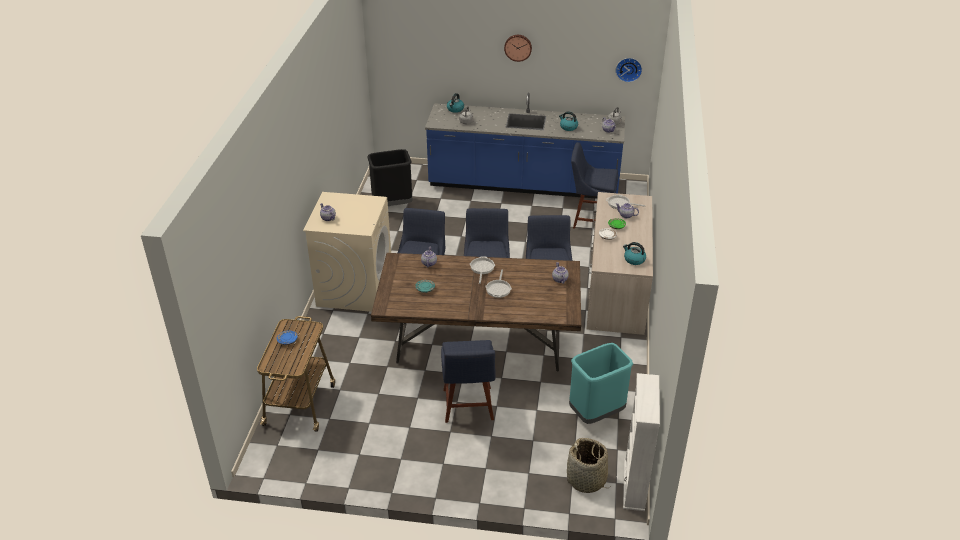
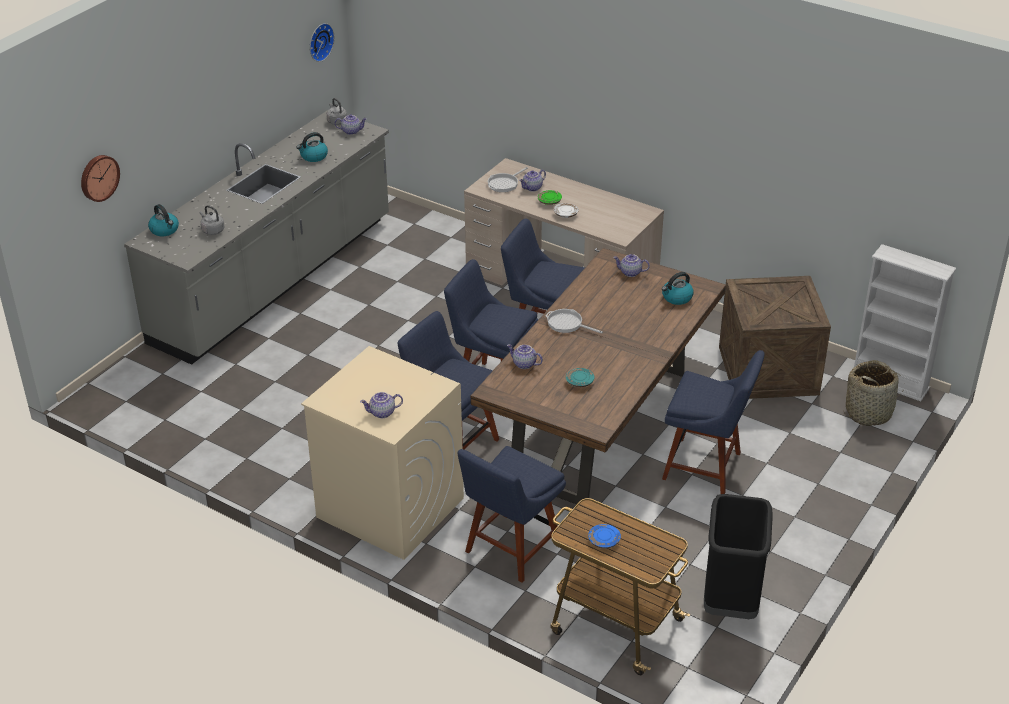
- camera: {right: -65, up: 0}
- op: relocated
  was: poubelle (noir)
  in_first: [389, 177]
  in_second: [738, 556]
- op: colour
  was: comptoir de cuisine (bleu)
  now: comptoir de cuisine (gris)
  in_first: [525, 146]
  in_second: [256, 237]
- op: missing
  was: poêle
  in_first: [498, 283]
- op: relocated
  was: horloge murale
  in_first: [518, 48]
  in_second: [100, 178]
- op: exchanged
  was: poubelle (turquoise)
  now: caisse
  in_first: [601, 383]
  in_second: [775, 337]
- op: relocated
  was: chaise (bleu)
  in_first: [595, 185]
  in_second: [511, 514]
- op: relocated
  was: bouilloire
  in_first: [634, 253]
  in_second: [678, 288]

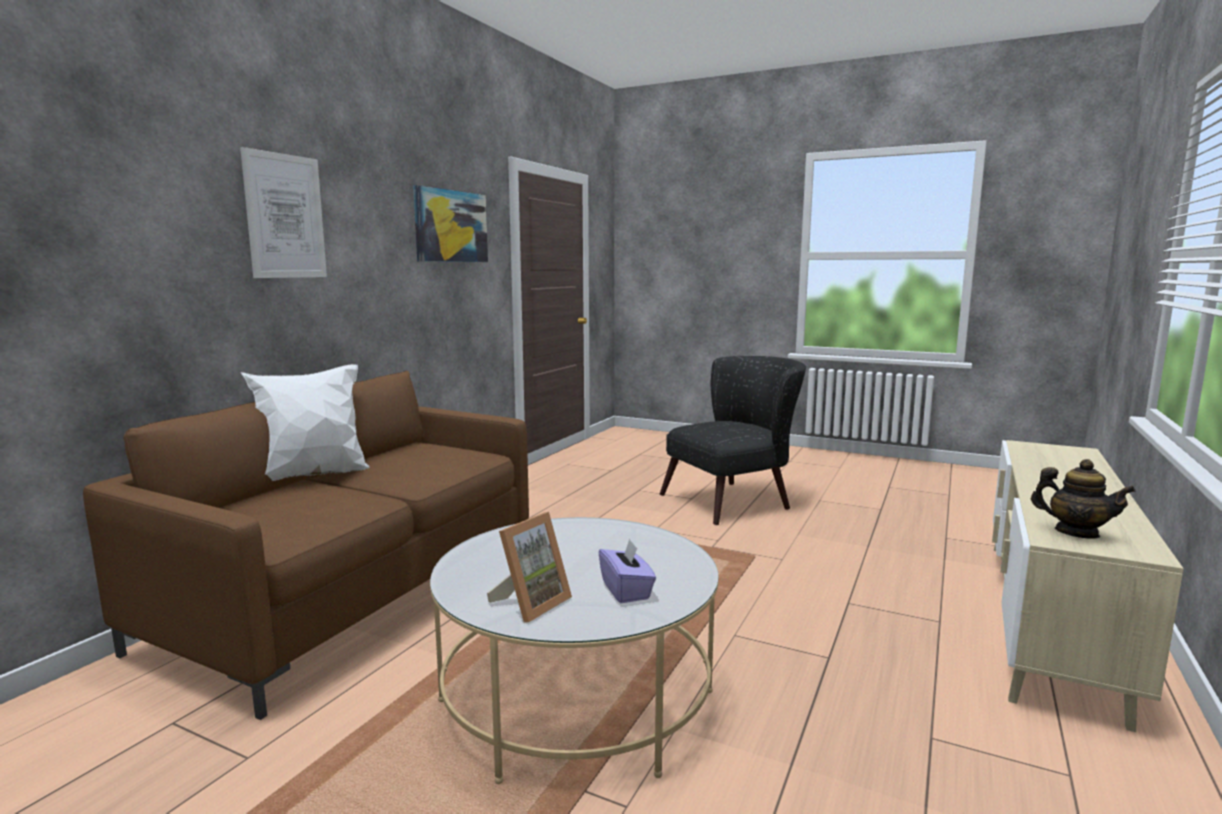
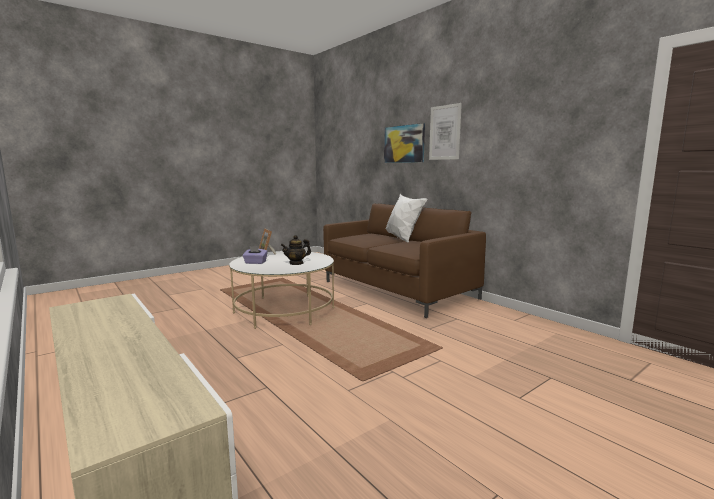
- camera: {right: 115, up: 0}
- op: relocated
  was: tableau
  in_first: [450, 223]
  in_second: [404, 143]
- op: missing
  was: fauteuil (noir)
  in_first: [733, 440]
- op: relocated
  was: théière
  in_first: [1083, 498]
  in_second: [296, 250]

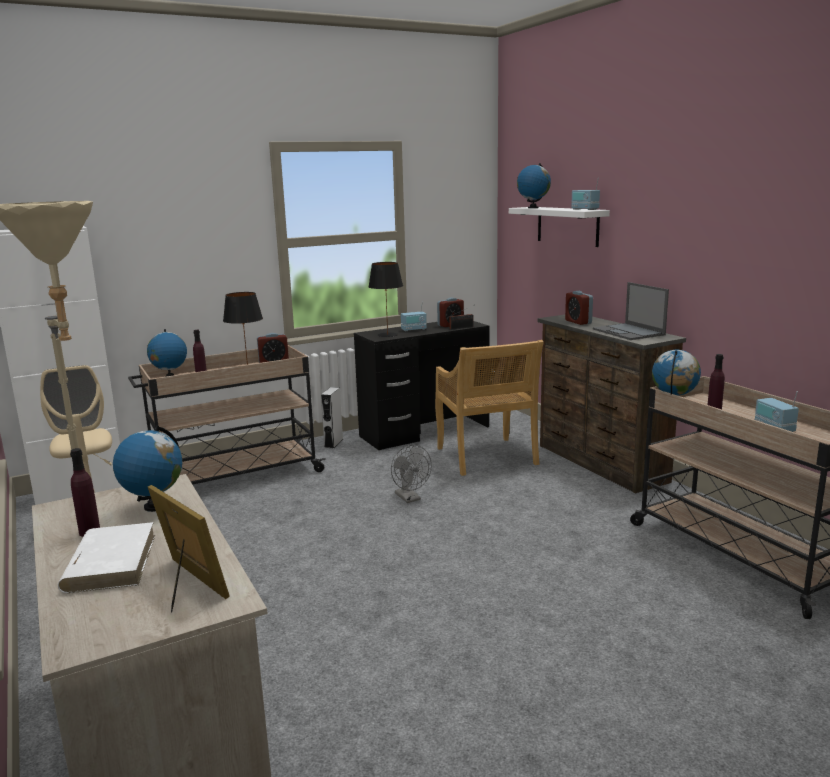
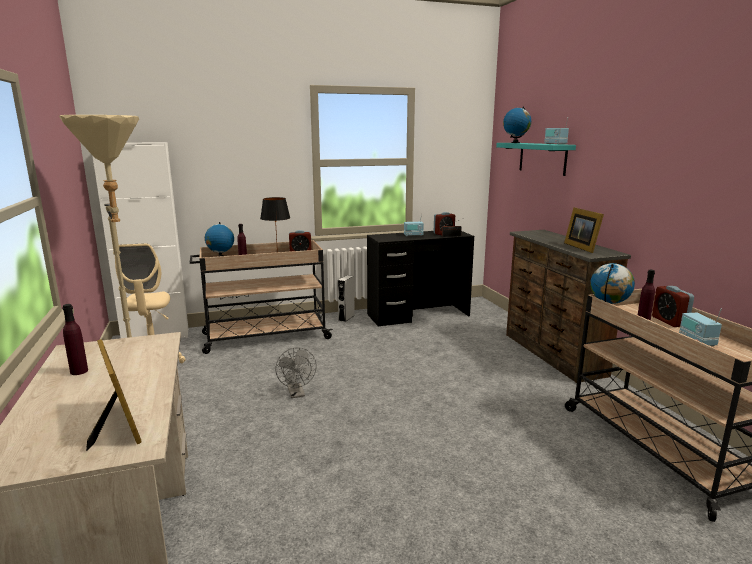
- camera: {right: 10, up: 0}
- op: missing
  was: livre (blanc)
  in_first: [106, 557]
- op: missing
  was: globe
  in_first: [147, 468]
- op: missing
  was: lampe de table (noir)
  in_first: [385, 299]
- op: relocated
  was: ventilateur (gris)
  in_first: [411, 474]
  in_second: [296, 372]
- op: missing
  was: chaise (beige)
  in_first: [489, 408]
- op: colour
  was: étagère (blanc)
  now: étagère (turquoise)
  in_first: [559, 227]
  in_second: [536, 159]
- op: relocated
  was: réveil
  in_first: [579, 308]
  in_second: [673, 306]
- op: exchanged
  was: ordinateur portable
  now: cadre photo
  in_first: [631, 311]
  in_second: [584, 230]

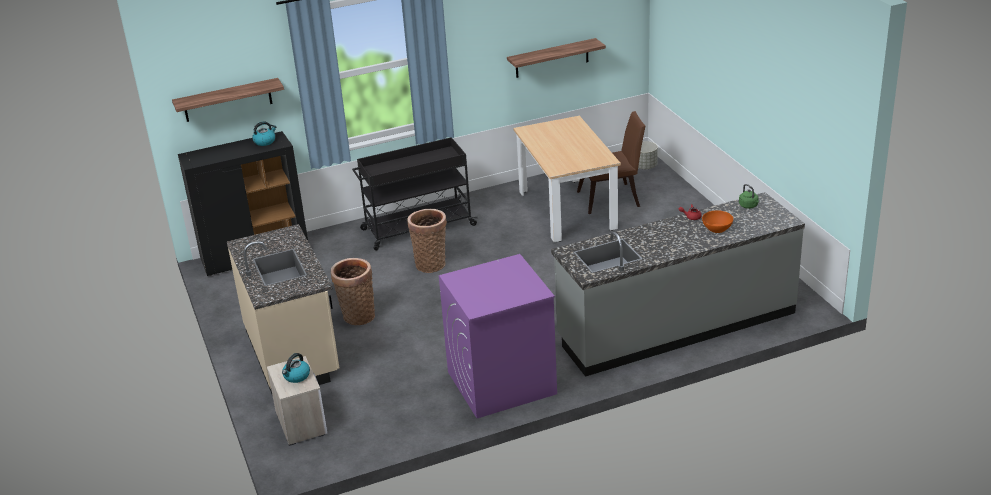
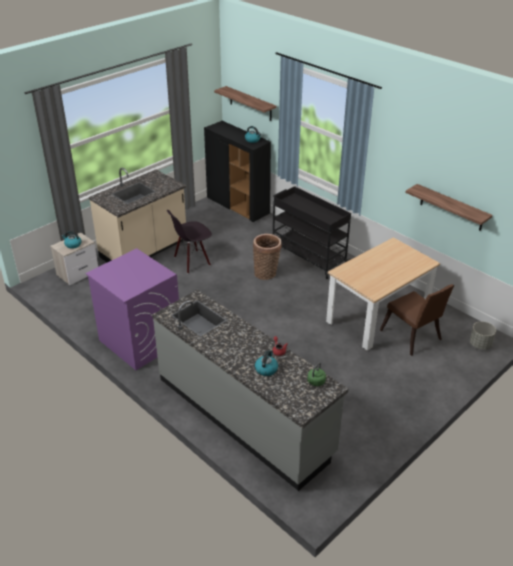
- camera: {right: 65, up: 5}
- op: exchanged
  was: panier
  now: chaise (noir)
  in_first: [353, 292]
  in_second: [189, 242]
- op: exchanged
  was: bol (orange)
  now: bouilloire
  in_first: [717, 221]
  in_second: [266, 363]

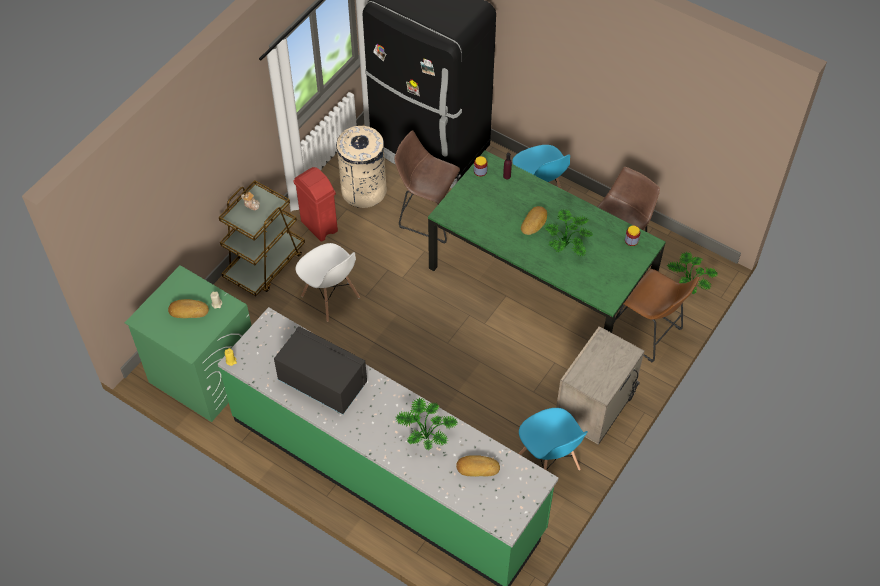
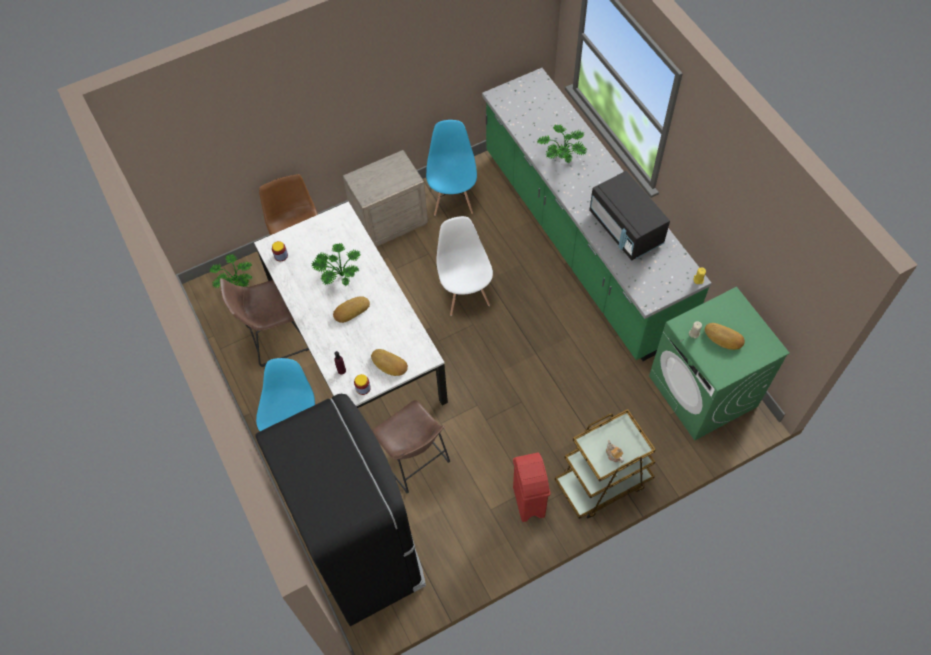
- camera: {right: -150, up: 5}
- op: relocated
  was: chaise (blanc)
  in_first: [327, 282]
  in_second: [464, 266]
- op: missing
  was: poubelle (beige)
  in_first: [361, 167]
- op: colour
  was: table à manger (vert)
  now: table à manger (blanc)
  in_first: [547, 241]
  in_second: [351, 304]
- op: relocated
  was: pain
  in_first: [478, 466]
  in_second: [389, 362]

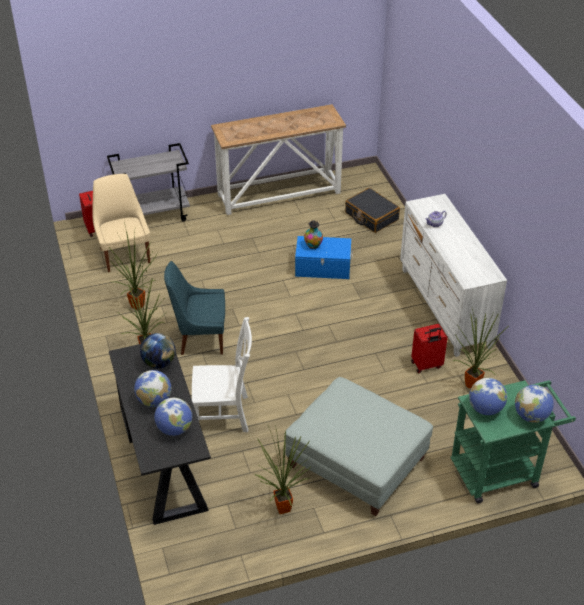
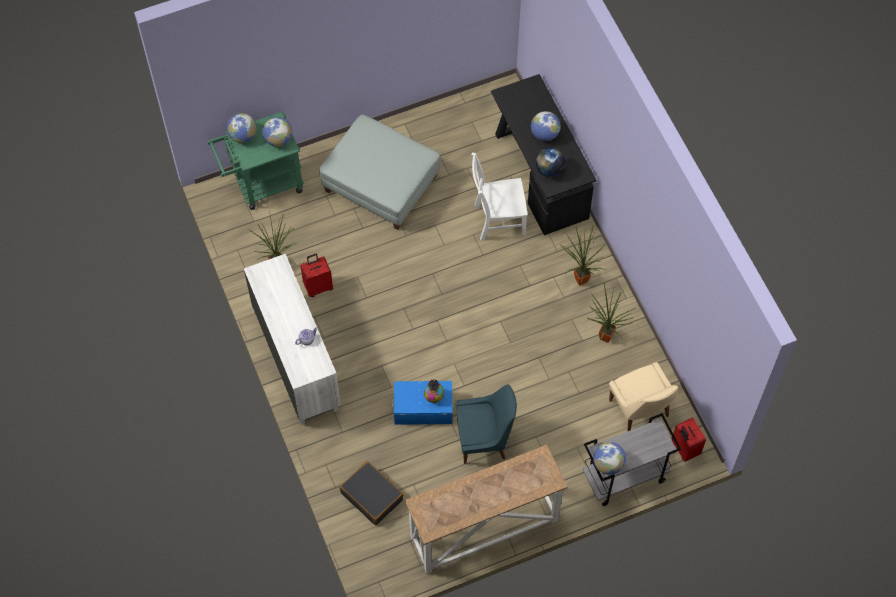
- camera: {right: 175, up: 20}
- op: relocated
  was: globe
  in_first: [173, 417]
  in_second: [609, 458]
- op: relocated
  was: chaise (bleu)
  in_first: [194, 308]
  in_second: [486, 424]
- op: missing
  was: plante en pot
  in_first: [282, 469]

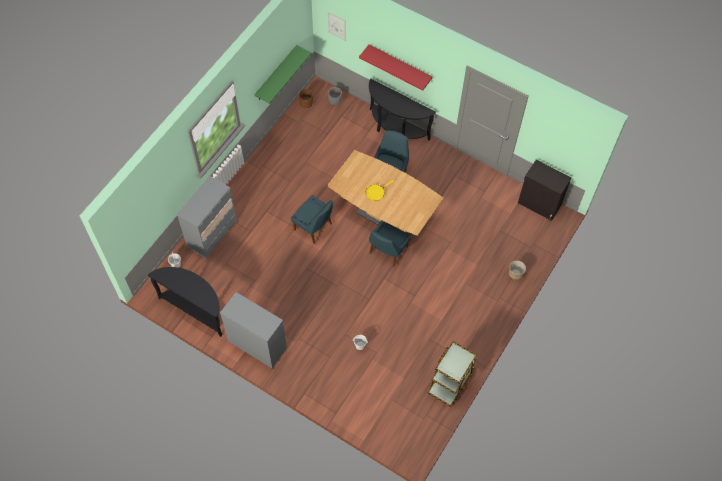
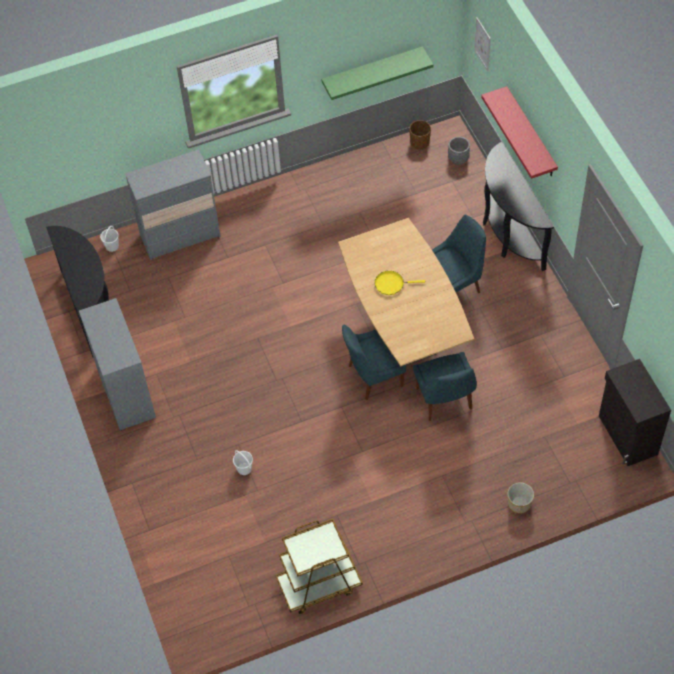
- camera: {right: 40, up: -5}
- op: relocated
  was: chaise (bleu)
  in_first: [312, 219]
  in_second: [445, 386]

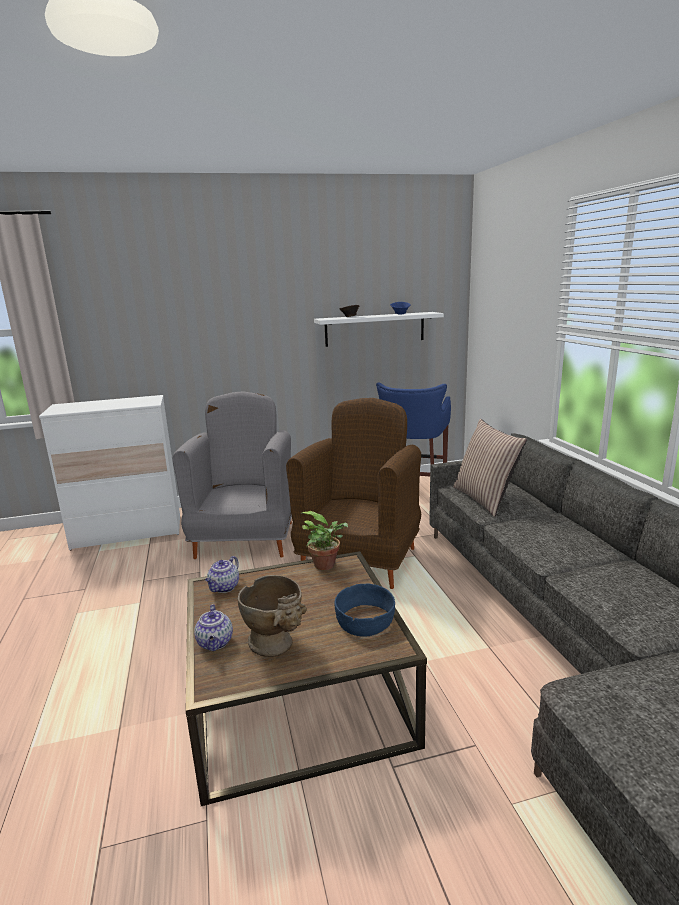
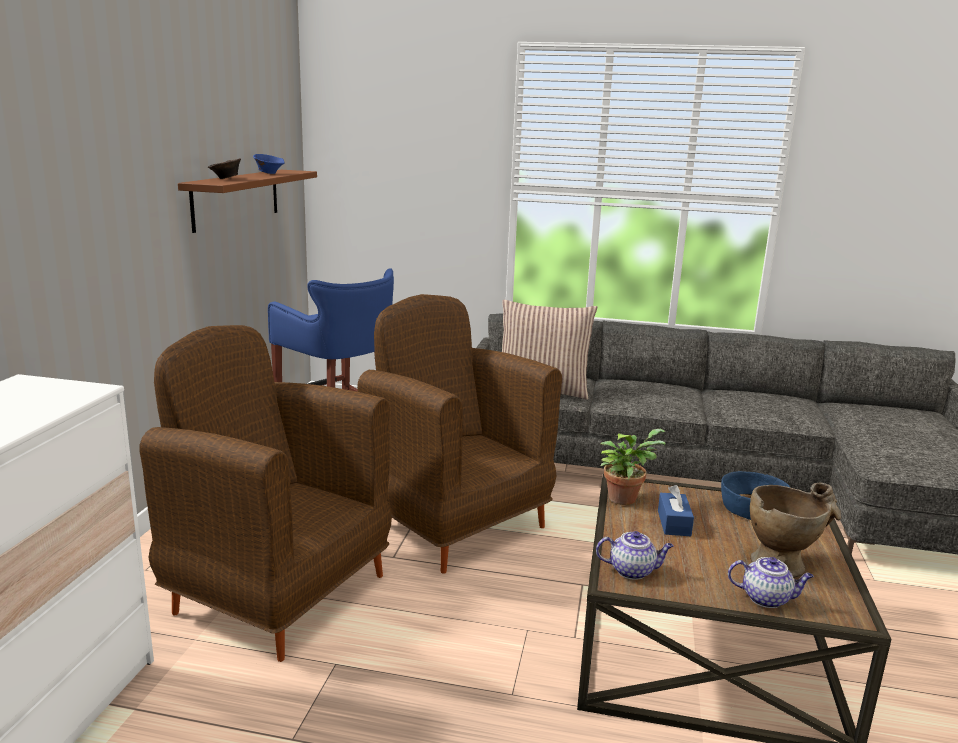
- camera: {right: -65, up: 0}
- op: colour
  was: fauteuil (gris)
  now: fauteuil (marron)
  in_first: [232, 475]
  in_second: [266, 493]
- op: spun
  was: théière
  in_first: [222, 574]
  in_second: [634, 555]
  clockwise: -45
- op: colour
  was: étagère (blanc)
  now: étagère (marron)
  in_first: [379, 329]
  in_second: [247, 201]
- op: appeared
  now: boîte à mouchoirs (bleu)
  in_second: [676, 510]

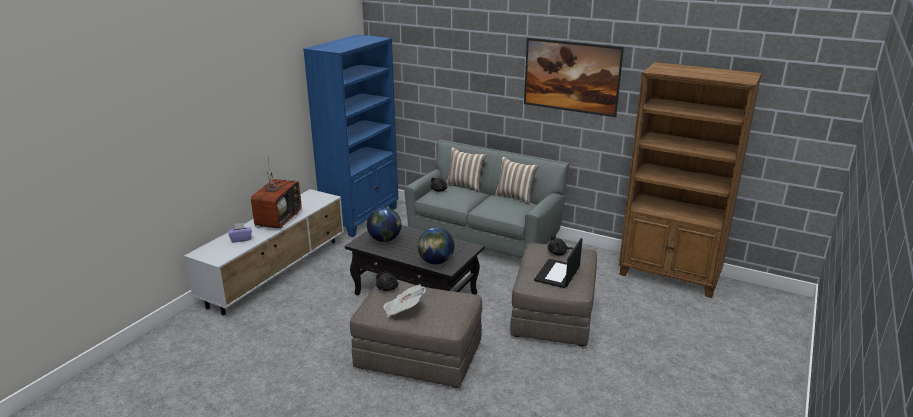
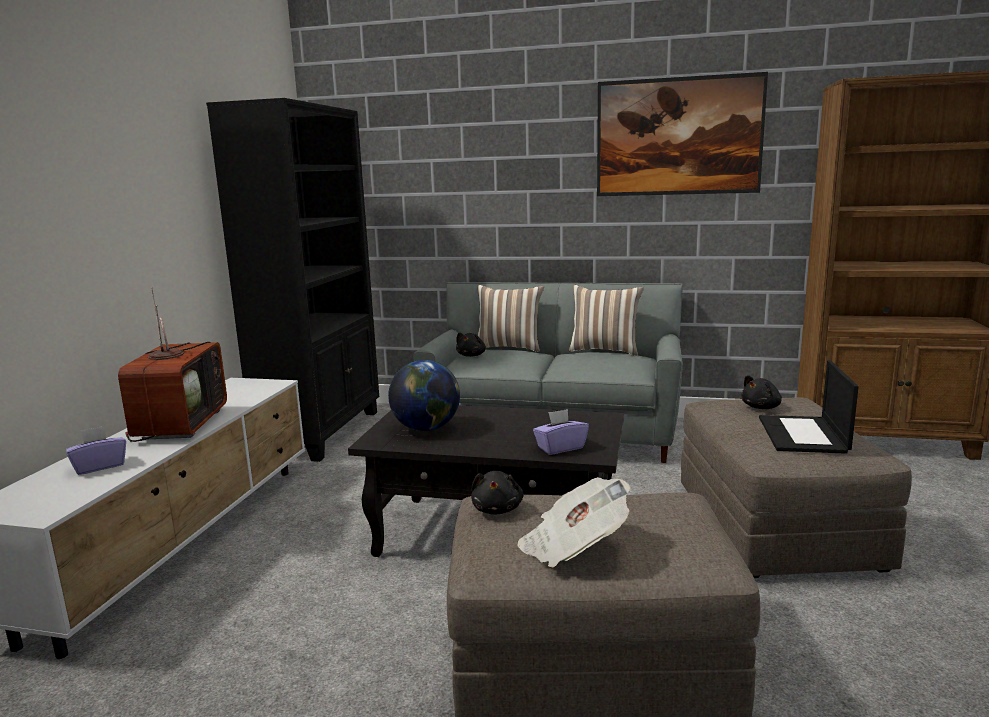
- camera: {right: -15, up: -10}
- op: colour
  was: bibliothèque (bleu)
  now: bibliothèque (noir)
  in_first: [350, 135]
  in_second: [292, 280]
- op: exchanged
  was: globe
  now: boîte à mouchoirs (violet)
  in_first: [436, 246]
  in_second: [561, 432]

